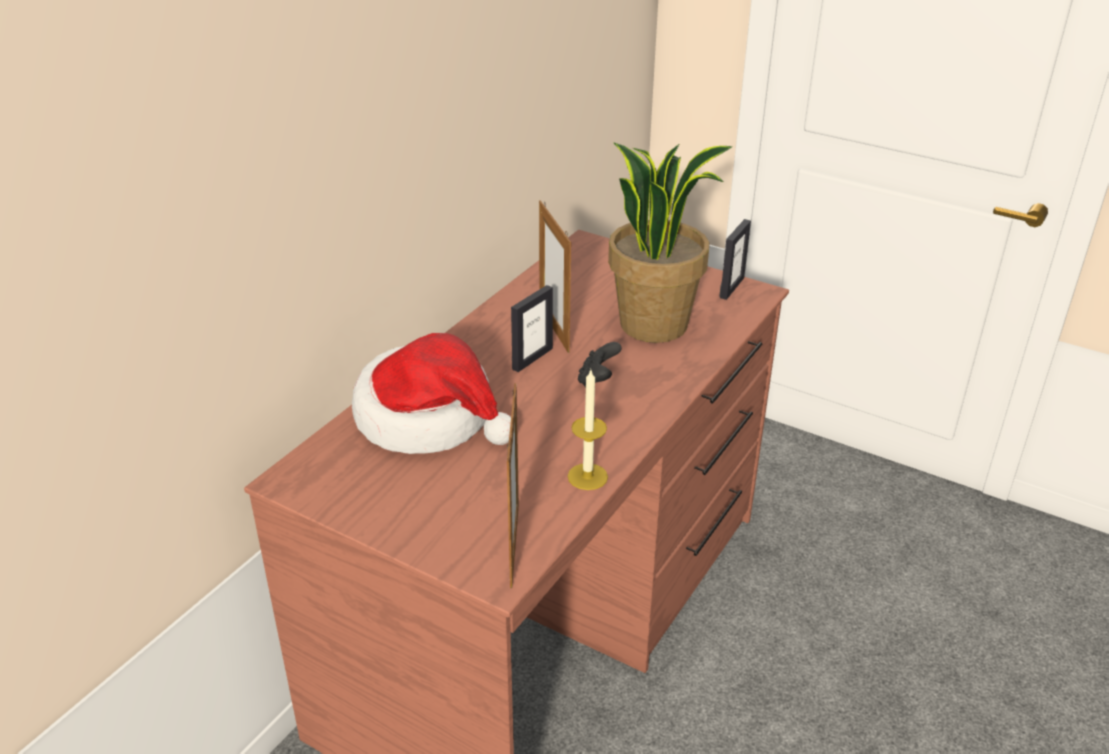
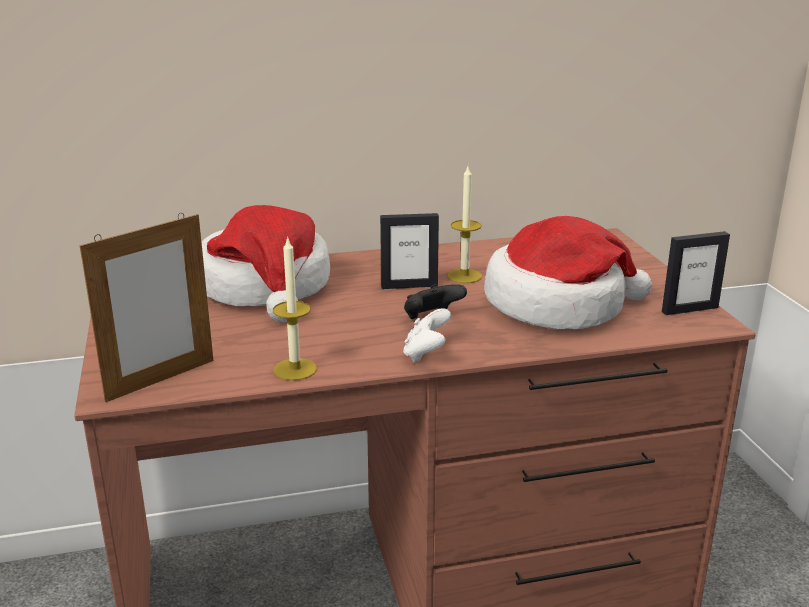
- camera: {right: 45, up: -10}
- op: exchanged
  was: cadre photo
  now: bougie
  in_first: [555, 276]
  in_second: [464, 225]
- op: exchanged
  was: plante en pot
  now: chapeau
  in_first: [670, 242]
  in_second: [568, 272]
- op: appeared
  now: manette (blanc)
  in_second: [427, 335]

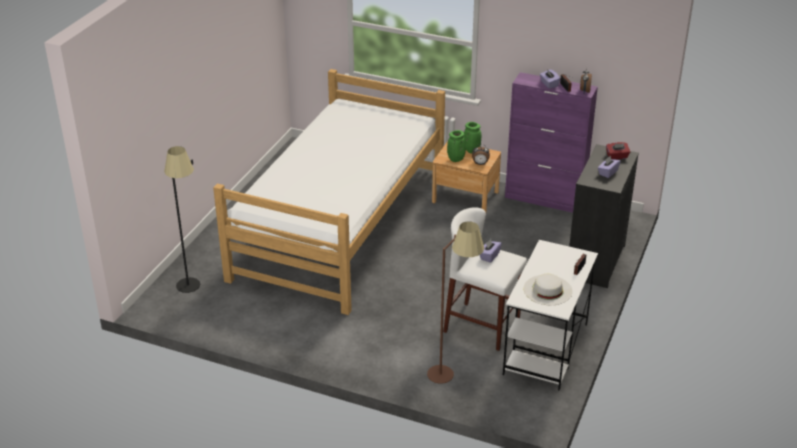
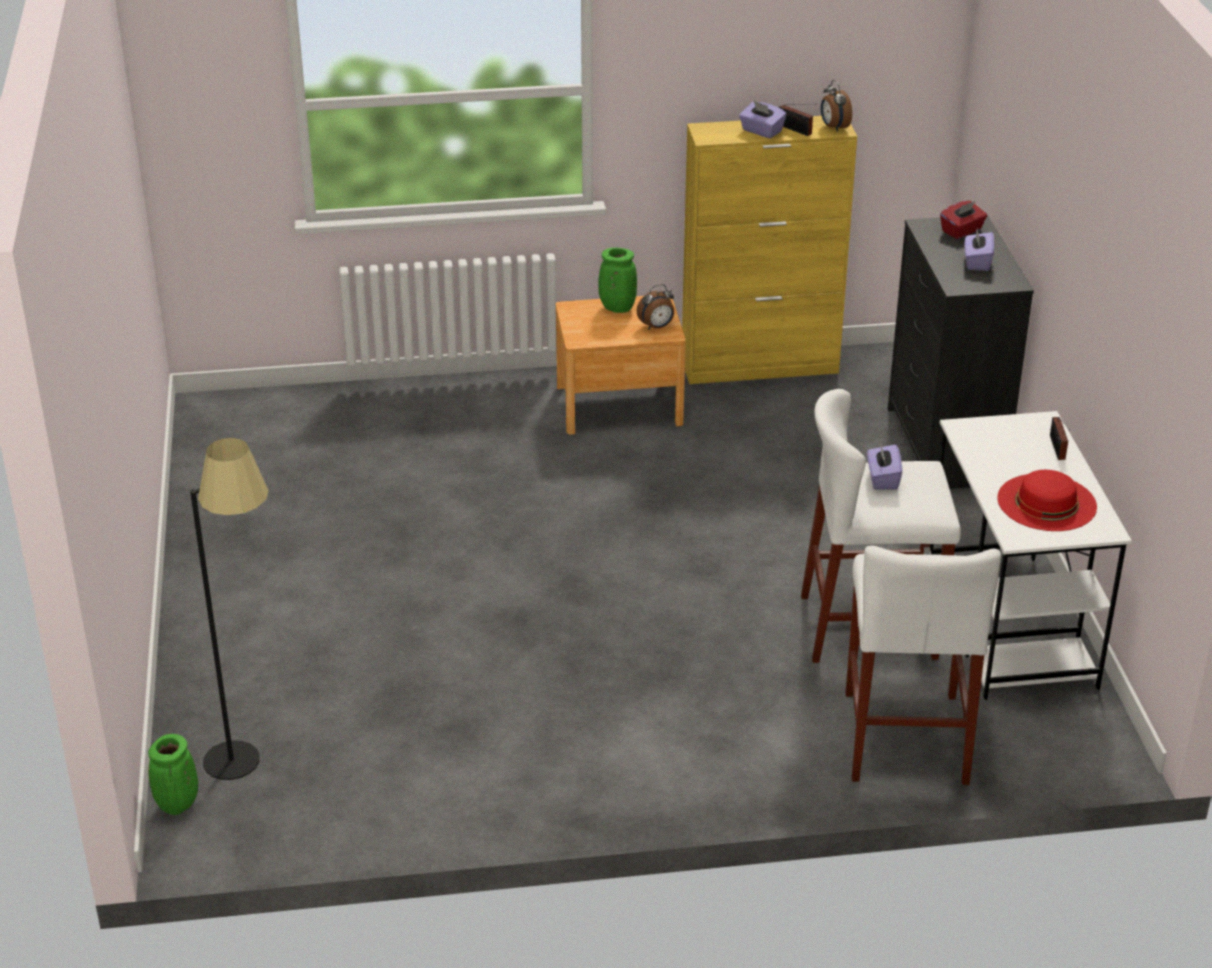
- camera: {right: -30, up: 0}
- op: missing
  was: lit
  in_first: [329, 192]
- op: exchanged
  was: lampadaire (marron)
  now: tabouret (blanc)
  in_first: [455, 303]
  in_second: [923, 665]
- op: relocated
  was: vase (vert)
  in_first: [456, 146]
  in_second: [173, 774]
- op: colour
  was: meuble de rangement (violet)
  now: meuble de rangement (jaune)
  in_first: [551, 142]
  in_second: [769, 250]
- op: colour
  was: chapeau (blanc)
  now: chapeau (rouge)
  in_first: [547, 289]
  in_second: [1047, 500]

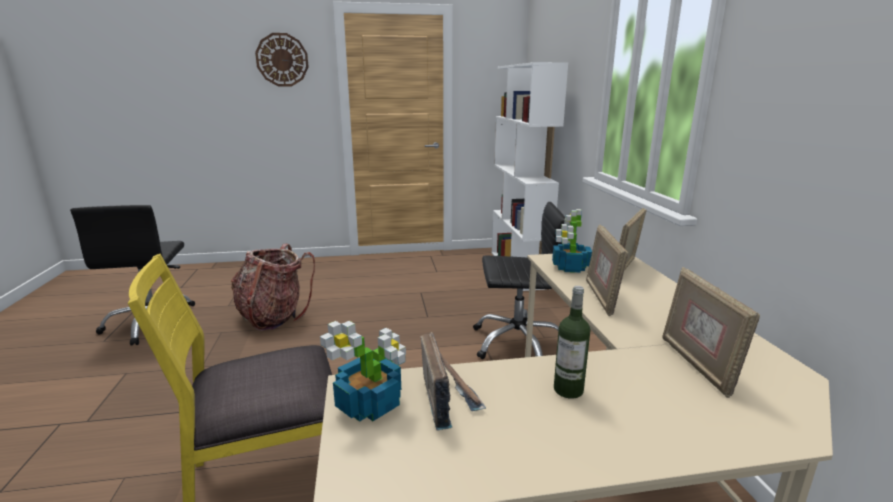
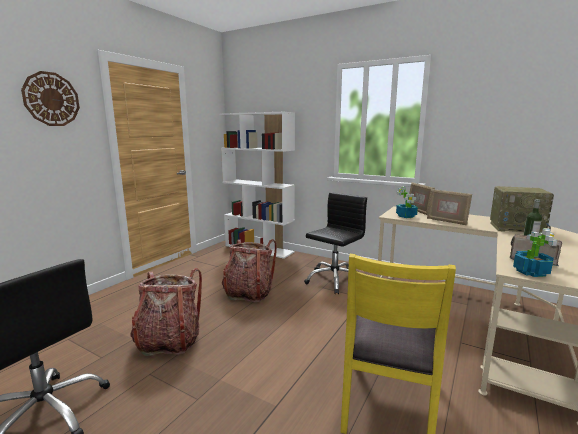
- camera: {right: -50, up: -5}
- op: exchanged
  was: cadre photo
  now: radio
  in_first: [711, 332]
  in_second: [522, 209]
- op: appeared
  now: sac à dos
  in_second: [249, 270]

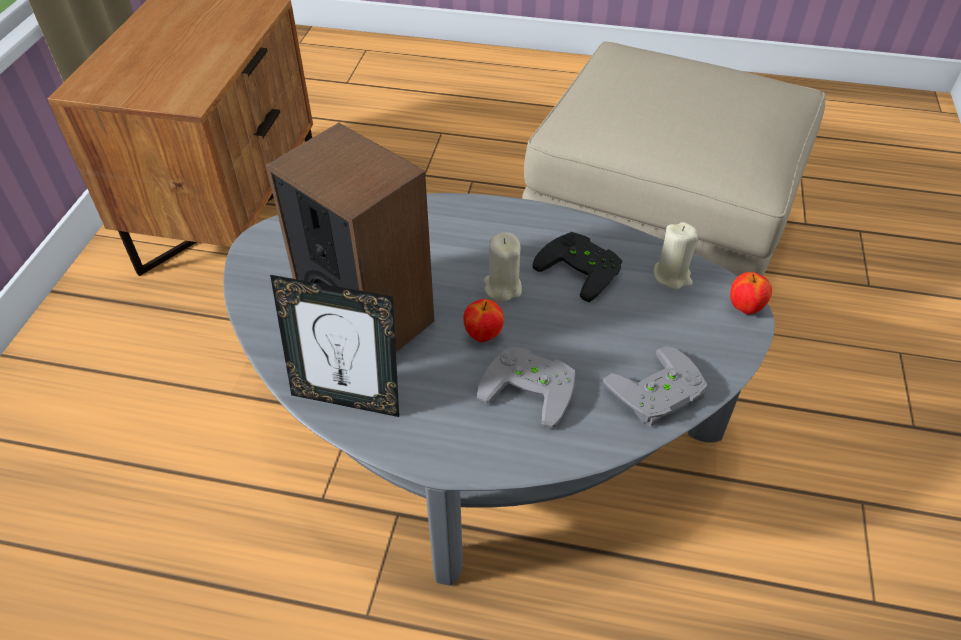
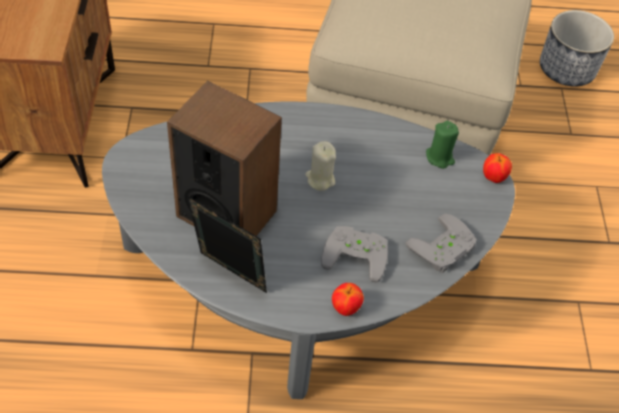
- camera: {right: -15, up: 5}
- op: spun
  was: cadre photo
  in_first: [334, 346]
  in_second: [227, 244]
  clockwise: -150
- op: relocated
  was: pomme
  in_first: [483, 320]
  in_second: [348, 299]
- op: missing
  was: manette (noir)
  in_first: [577, 267]
- op: colour
  was: bougie (beige)
  now: bougie (vert)
  in_first: [676, 256]
  in_second: [442, 145]
- op: appeared
  now: cache-pot
  in_second: [577, 48]

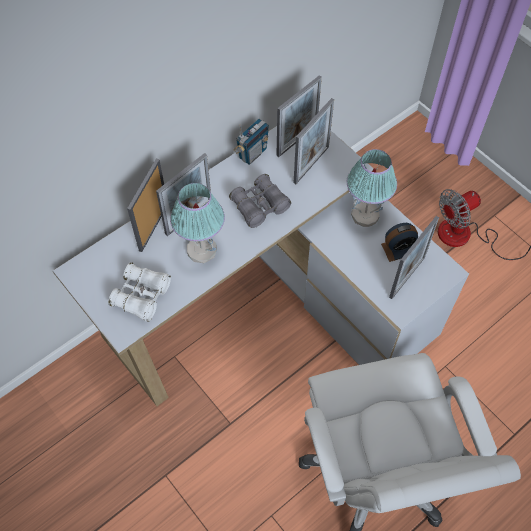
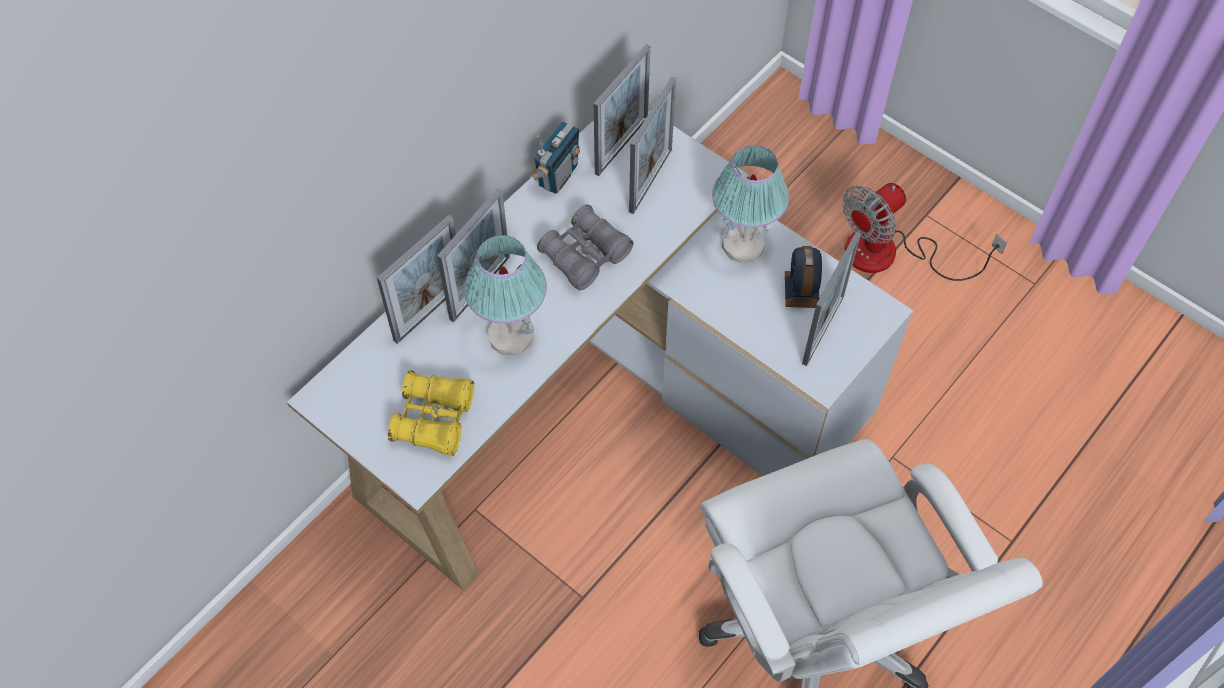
- camera: {right: -10, up: 0}
- op: colour
  was: jumelles (blanc)
  now: jumelles (jaune)
  in_first: [139, 292]
  in_second: [431, 413]
- op: spun
  was: cadre photo
  in_first: [145, 205]
  in_second: [416, 279]
  clockwise: -150
- op: spun
  was: réveil
  in_first: [399, 242]
  in_second: [803, 277]
  clockwise: 120

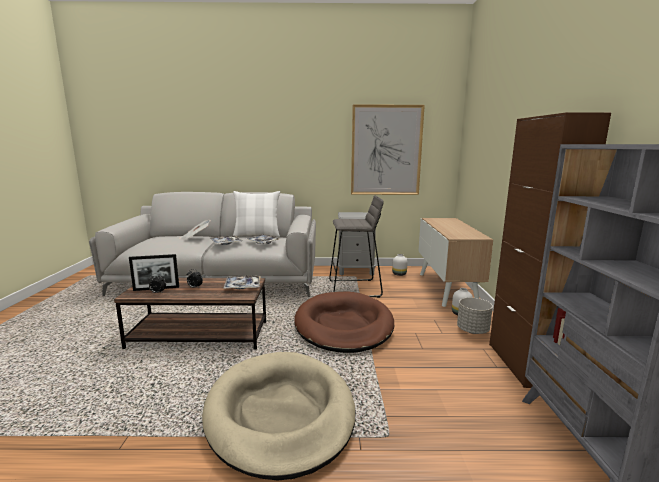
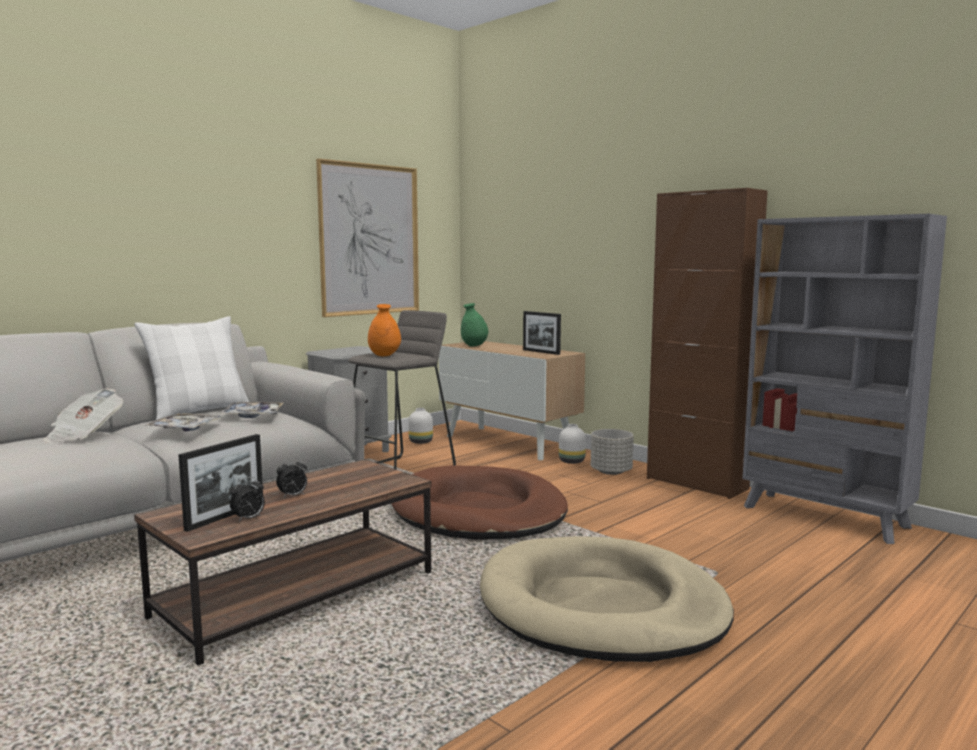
- camera: {right: -45, up: -5}
- op: missing
  was: plateau
  in_first: [241, 282]
- op: appeared
  now: vase (orange)
  in_second: [384, 330]
- op: appeared
  now: vase (vert)
  in_second: [474, 325]
- op: appeared
  now: cadre photo
  in_second: [542, 333]

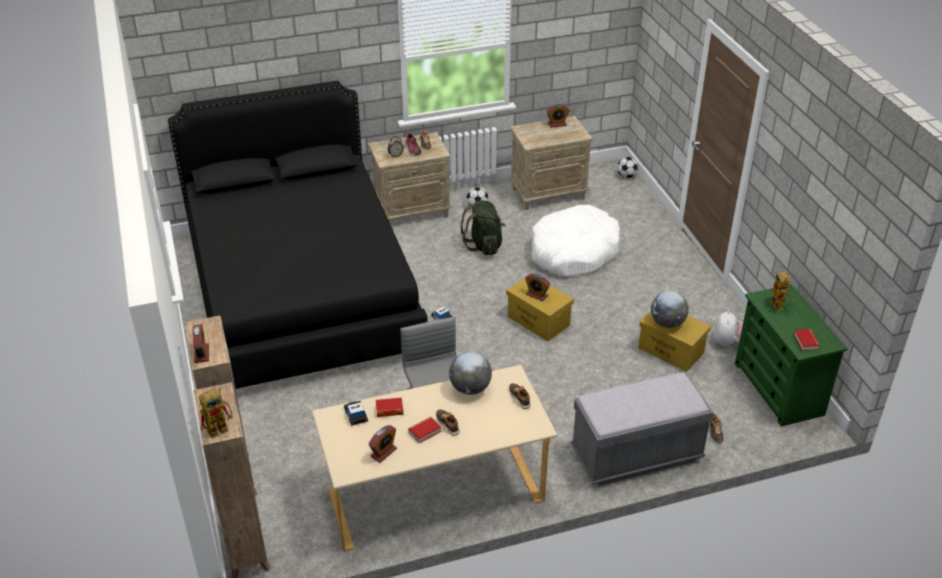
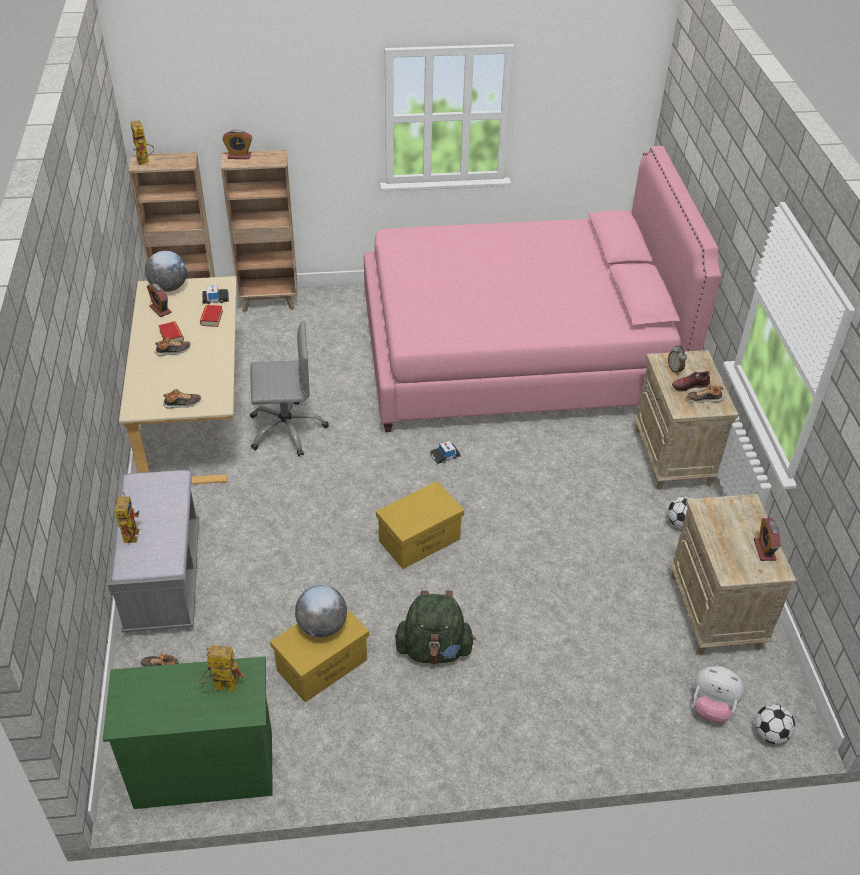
- camera: {right: 100, up: 5}
- op: colour
  was: lit (noir)
  now: lit (rose)
  in_first: [298, 235]
  in_second: [542, 289]
- op: relocated
  was: globe
  in_first: [470, 373]
  in_second: [166, 271]
- op: relocated
  was: sac à dos (vert)
  in_first: [483, 228]
  in_second: [435, 627]
- op: missing
  was: réveil
  in_first: [537, 287]
- op: missing
  was: panier pour chien (blanc)
  in_first: [576, 241]
- op: relocated
  was: peluche
  in_first: [728, 328]
  in_second: [719, 694]
- op: missing
  was: livre
  in_first: [807, 340]
- op: appeared
  now: robot jouet
  in_second: [127, 517]

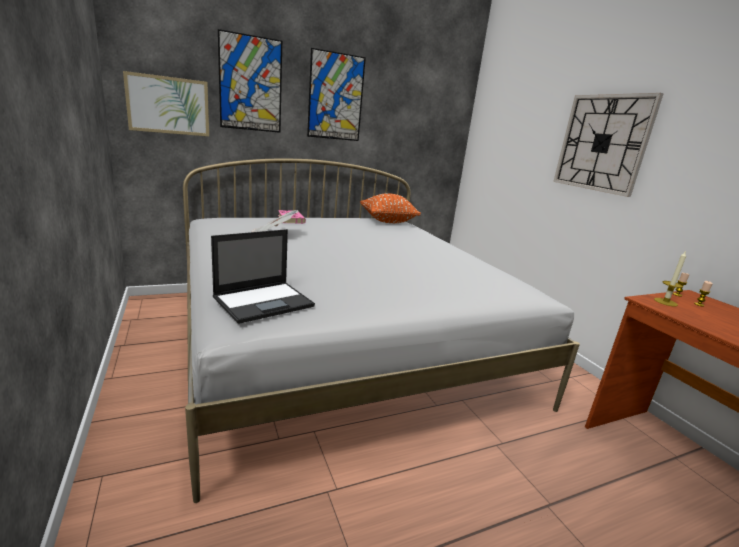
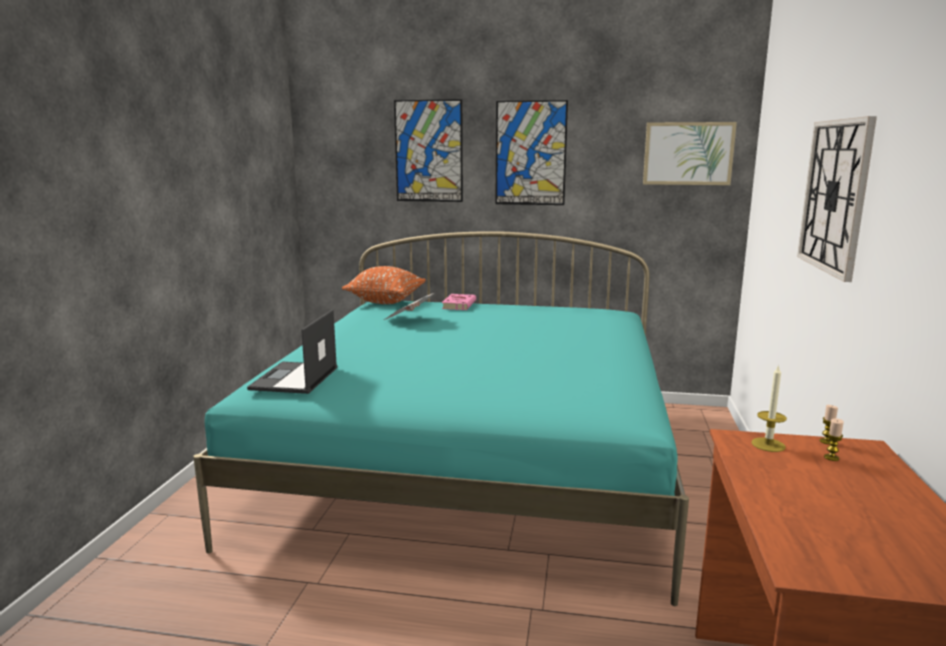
- camera: {right: 35, up: -5}
- op: relocated
  was: tableau
  in_first: [166, 103]
  in_second: [690, 153]
- op: colour
  was: lit (blanc)
  now: lit (turquoise)
  in_first: [381, 331]
  in_second: [441, 418]
- op: spun
  was: ordinateur portable
  in_first: [263, 276]
  in_second: [292, 351]
  clockwise: 105
- op: relocated
  was: coussin (orange)
  in_first: [390, 208]
  in_second: [384, 285]

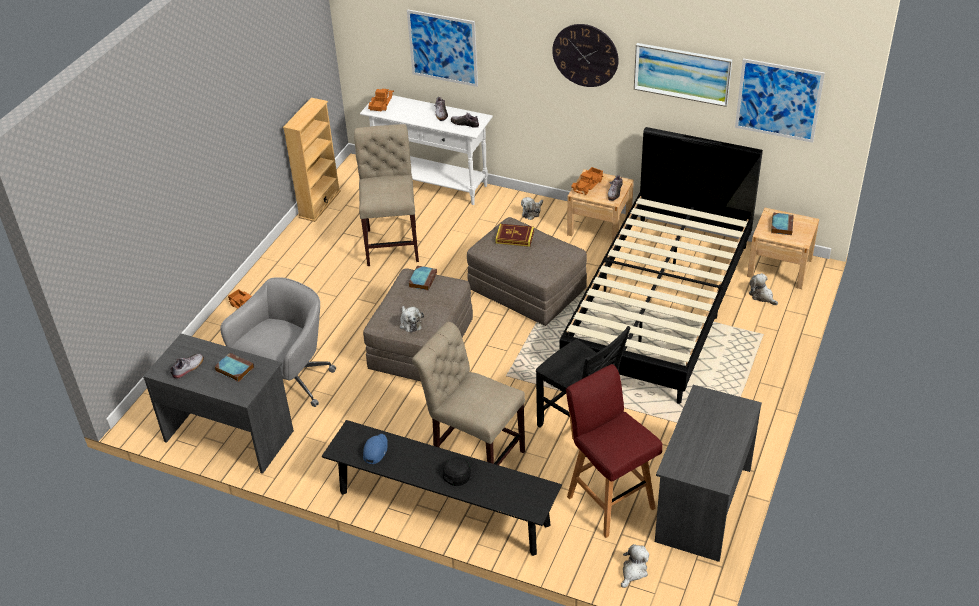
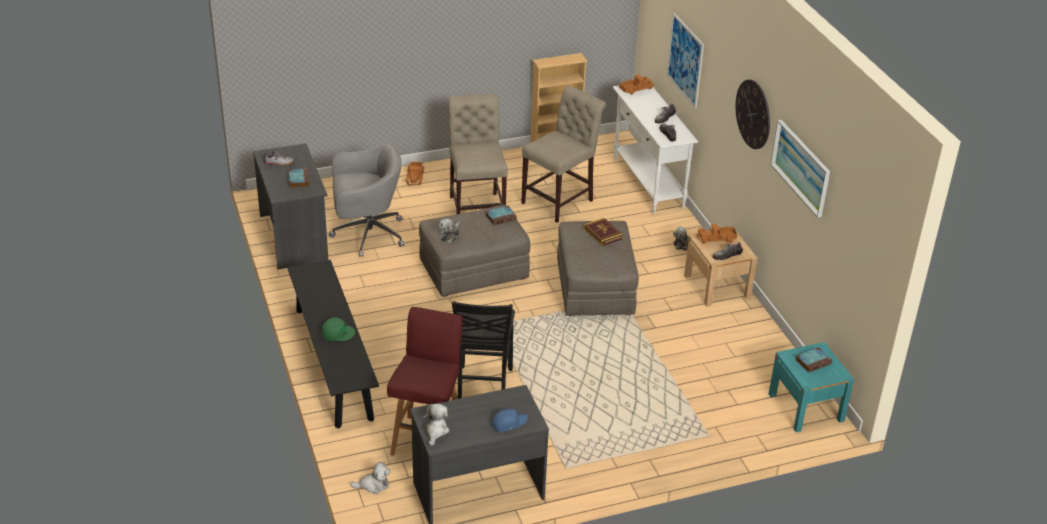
- camera: {right: 45, up: -5}
- op: relocated
  was: casquette (bleu)
  in_first: [375, 449]
  in_second: [509, 420]
- op: relocated
  was: chaise (beige)
  in_first: [468, 393]
  in_second: [478, 154]
- op: colour
  was: casquette (noir)
  now: casquette (vert)
  in_first: [460, 471]
  in_second: [338, 329]
- op: missing
  was: lit (noir)
  in_first: [661, 265]
- op: missing
  was: tableau
  in_first: [780, 100]
- op: colour
  was: table de chevet (beige)
  now: table de chevet (turquoise)
  in_first: [783, 248]
  in_second: [811, 387]
- op: relocated
  was: peluche
  in_first: [763, 289]
  in_second: [435, 424]

